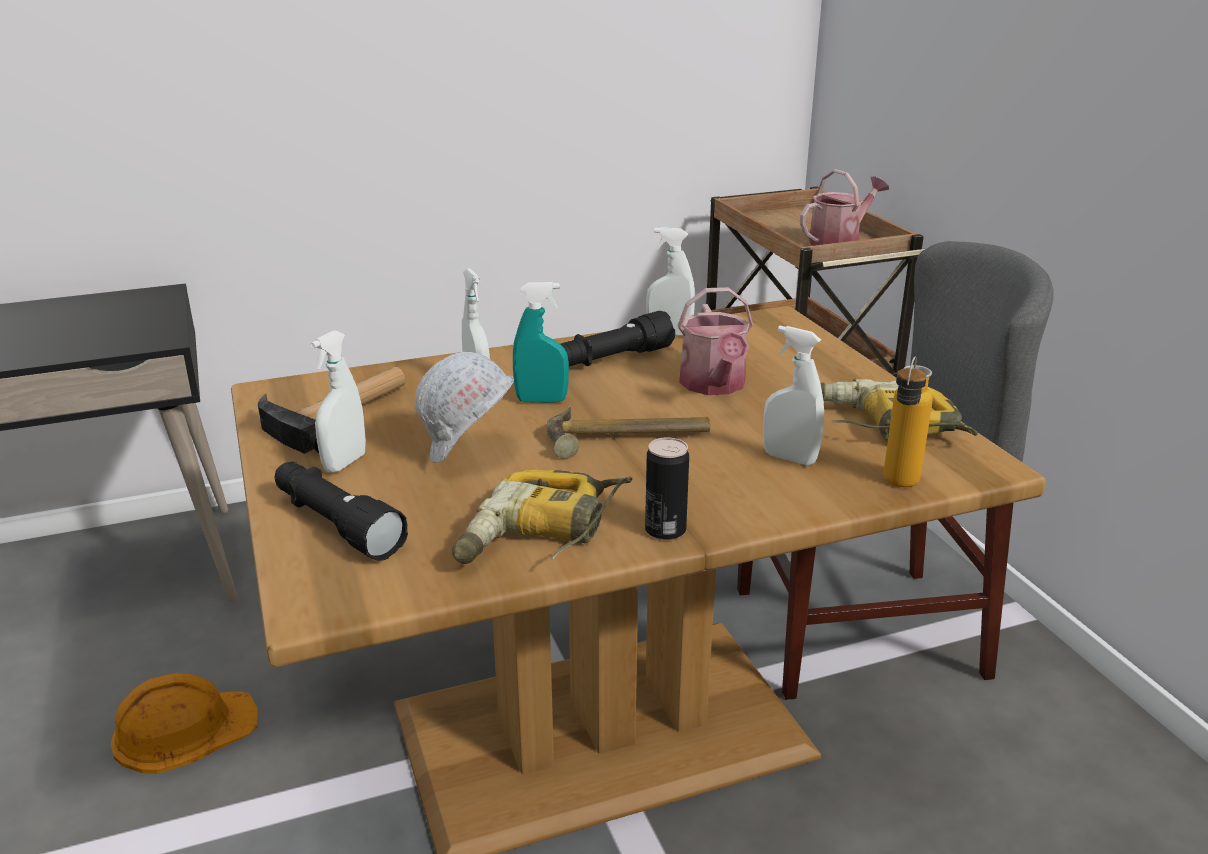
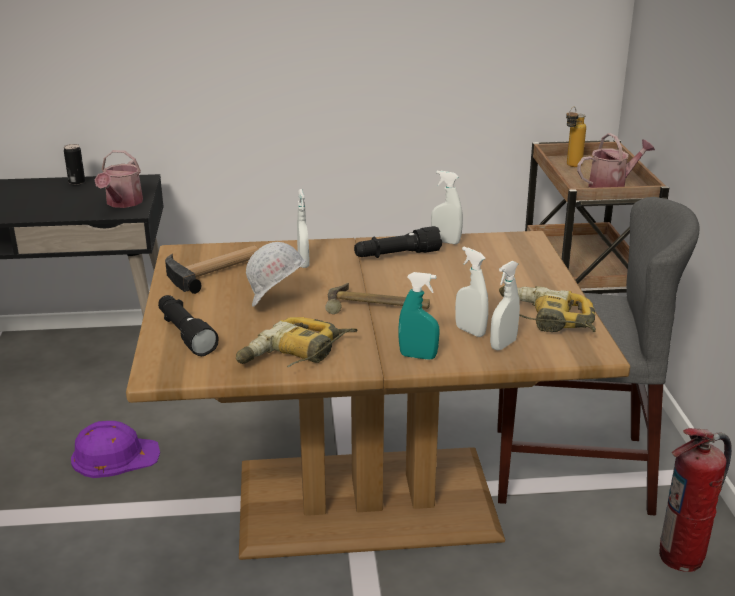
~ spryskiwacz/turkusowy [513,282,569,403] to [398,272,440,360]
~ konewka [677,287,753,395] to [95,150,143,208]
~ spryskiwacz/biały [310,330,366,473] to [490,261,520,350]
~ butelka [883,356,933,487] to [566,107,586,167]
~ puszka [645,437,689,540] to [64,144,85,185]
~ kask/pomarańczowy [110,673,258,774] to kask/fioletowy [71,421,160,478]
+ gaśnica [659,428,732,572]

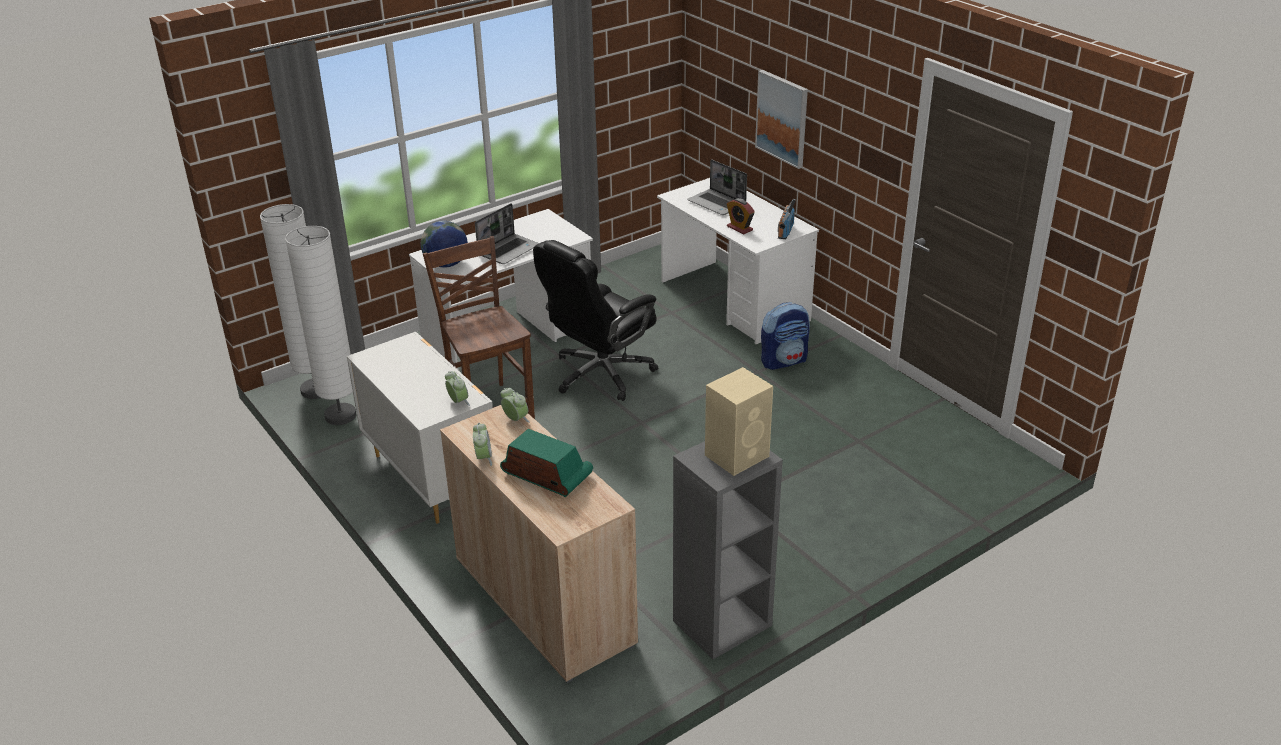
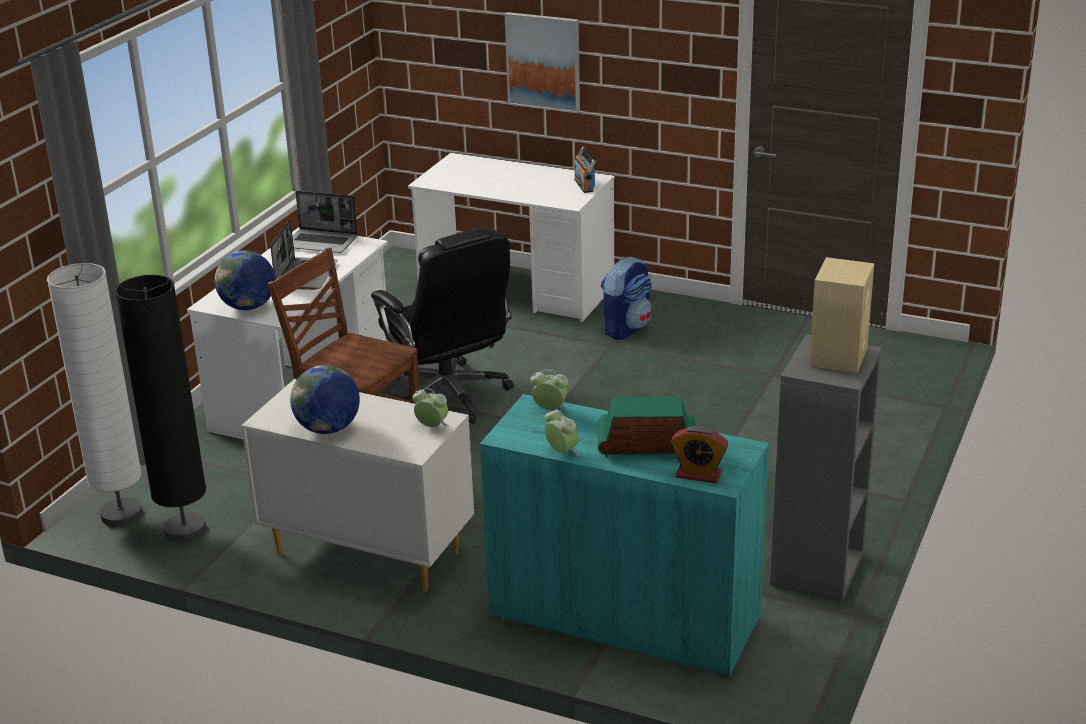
~ laptop [687,159,747,215] to [293,191,358,253]
~ budzik [727,198,755,234] to [671,426,728,483]
~ lampa stojąca/biały [285,226,356,425] to lampa stojąca/czarny [115,275,206,542]
~ krzesło biurowe/czarny [533,240,658,401] = [371,228,514,424] 45 degrees counterclockwise
~ szafka/beżowy [440,405,638,683] to szafka/turkusowy [480,394,769,678]
+ globus [290,365,360,434]

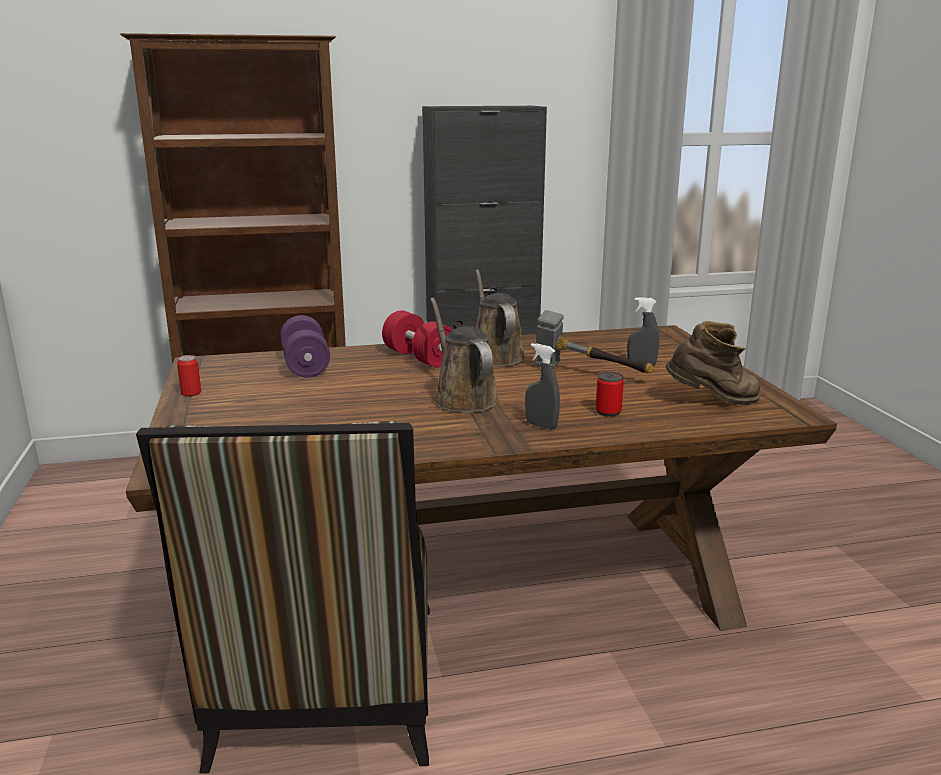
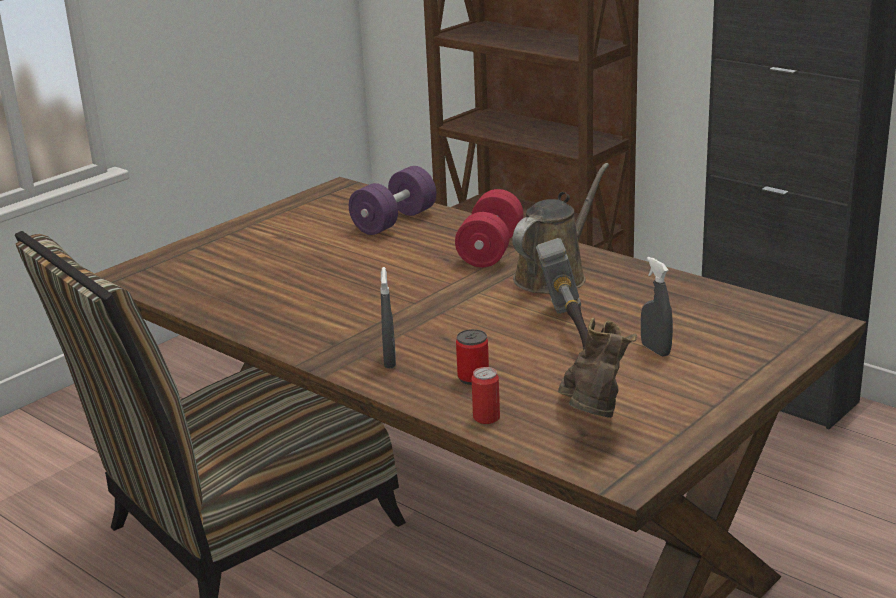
- konewka/brązowy [430,298,499,413]
~ but z cholewką/brązowy [666,321,761,405] = [558,318,637,418] 135 degrees counterclockwise
~ puszka [177,355,201,396] to [472,367,500,424]

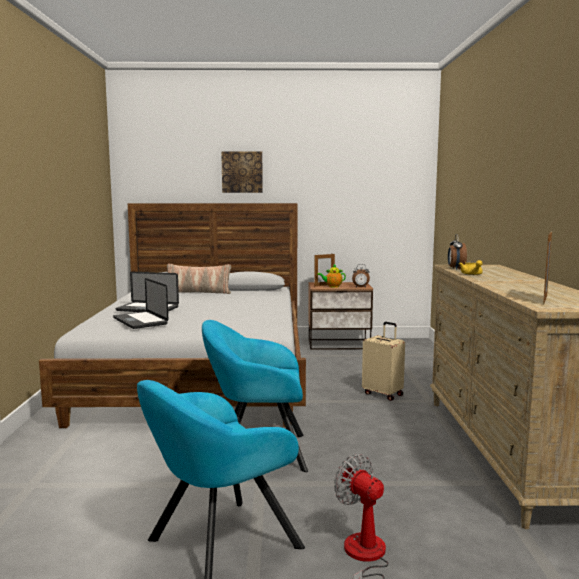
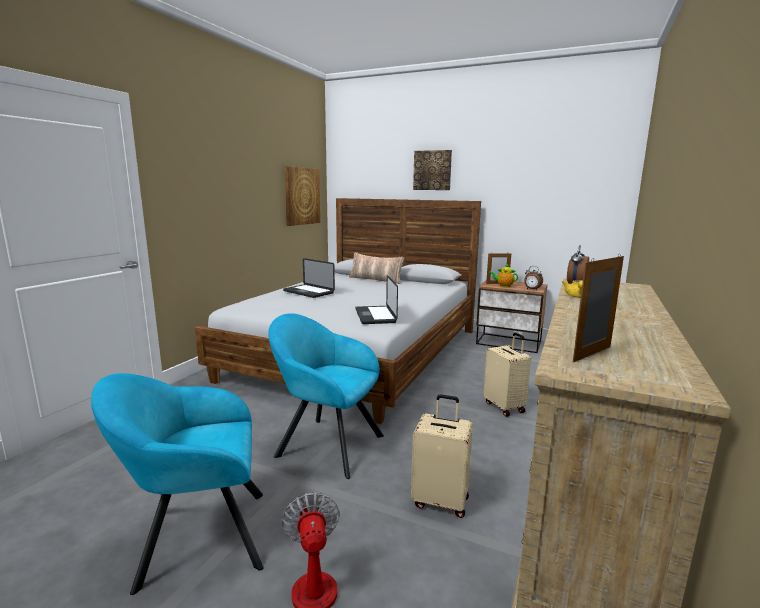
~ laptop [113,278,168,329] to [355,275,398,324]
+ obraz [285,166,320,226]
+ walizka/beżowy [411,394,473,518]

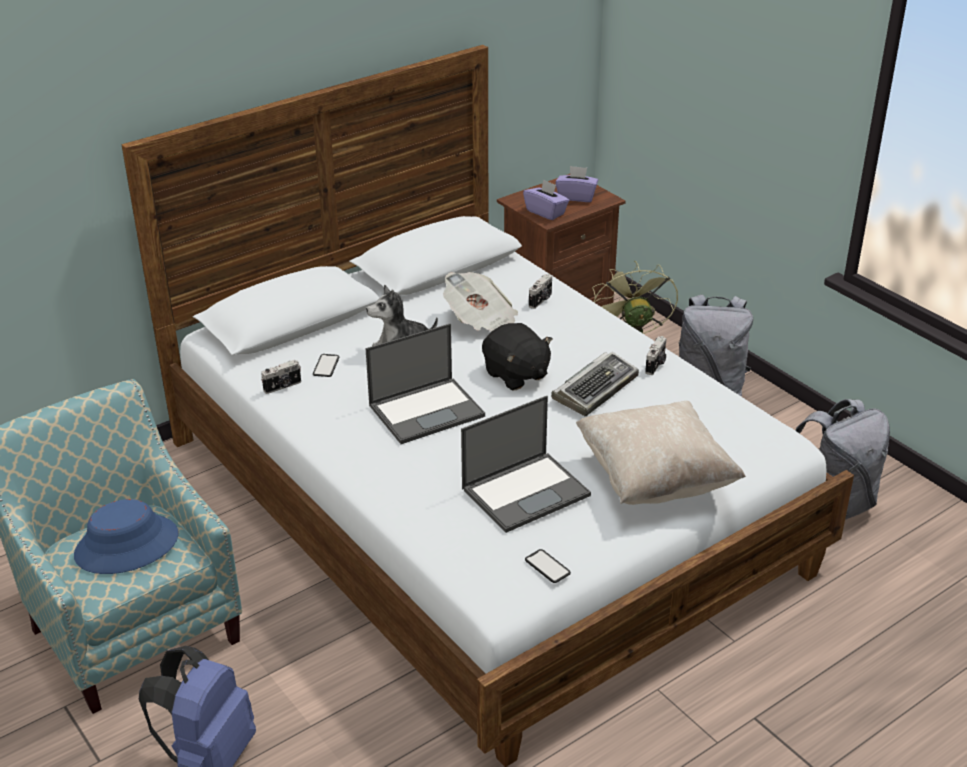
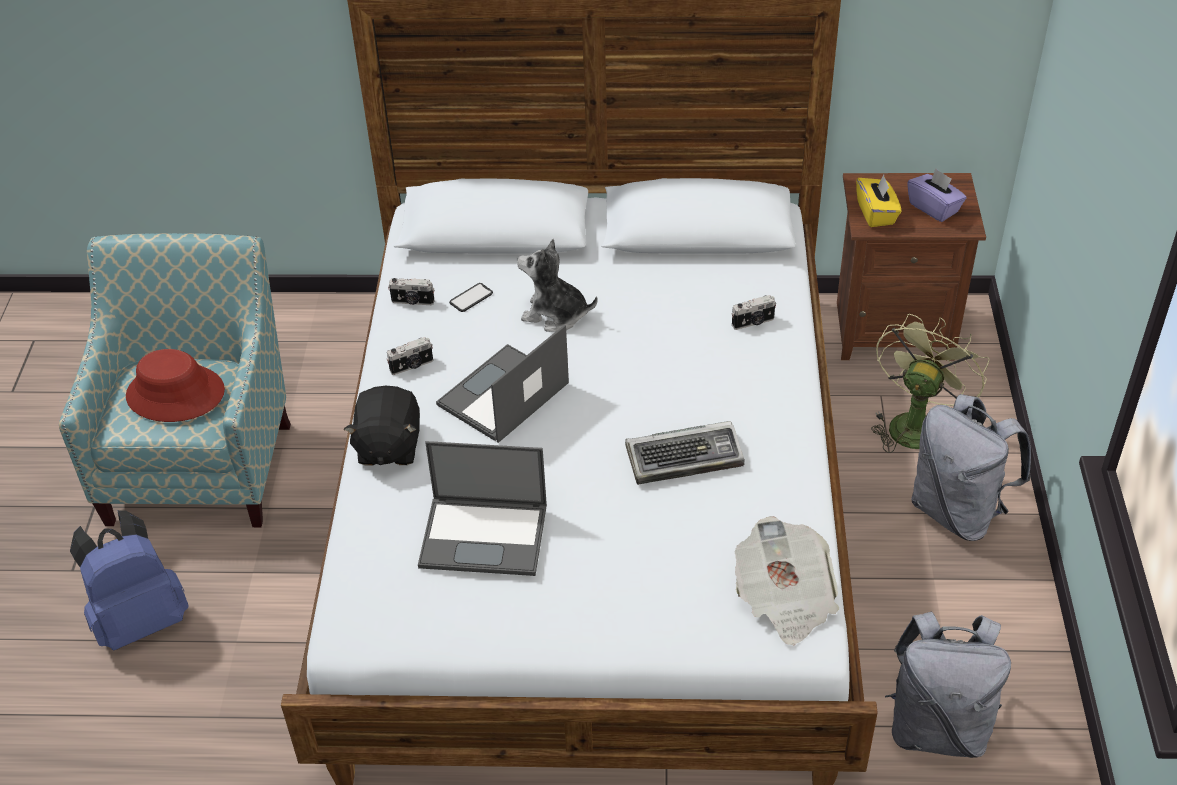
~ pudełko chusteczek/fioletowy [523,179,570,220] to pudełko chusteczek/żółty [856,175,902,227]
~ gazeta [443,272,518,332] to [735,516,839,645]
~ pluszak/czarny [482,323,552,390] to [344,385,420,466]
~ laptop [365,324,485,444] = [436,324,569,443] 120 degrees clockwise
~ aparat fotograficzny [645,336,667,375] to [386,337,433,375]
- poduszka/beżowy [576,401,746,505]
~ kapelusz/niebieski [74,499,179,574] to kapelusz/czerwony [126,349,225,422]
- telefon [525,549,571,583]

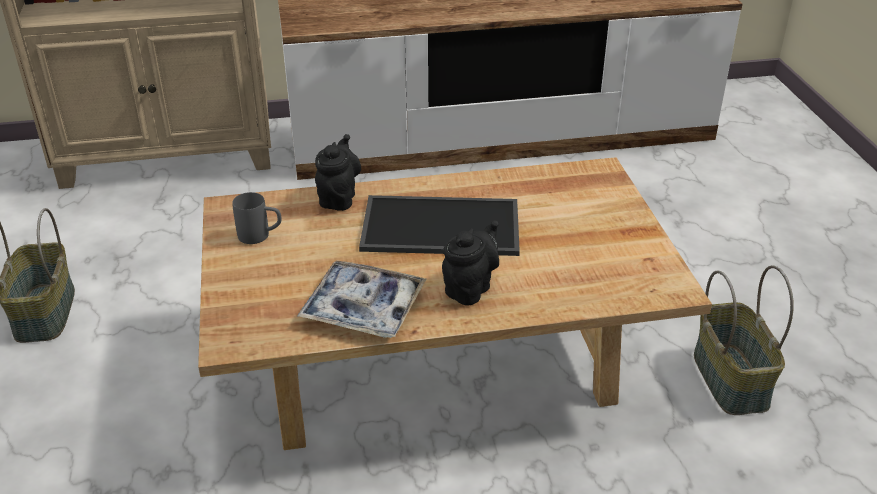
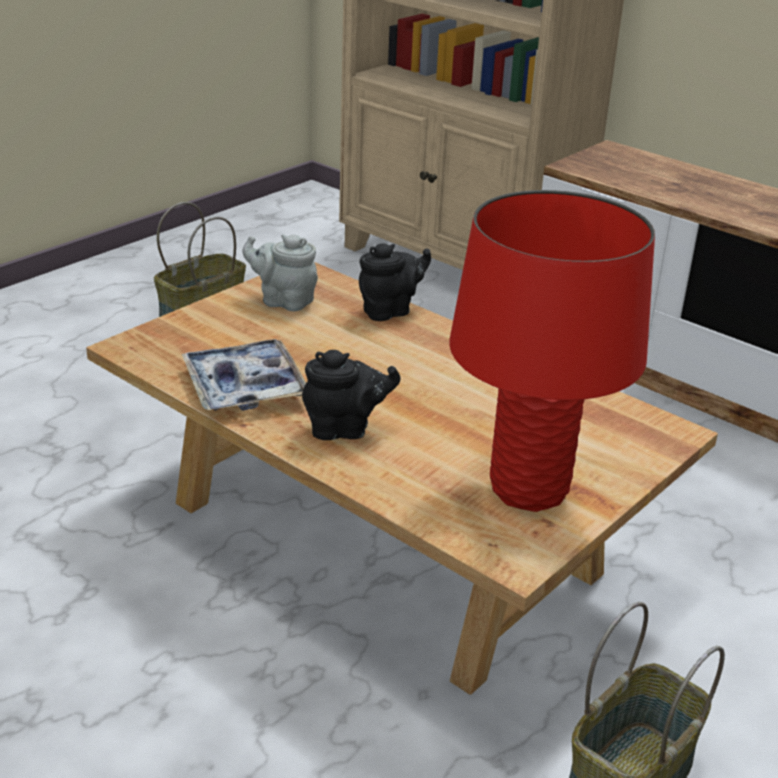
~ kubek/szary [232,192,281,244] to imbryk/szary [242,234,318,311]
- taca [359,195,520,256]
+ lampa stołowa/czerwony [449,190,655,512]

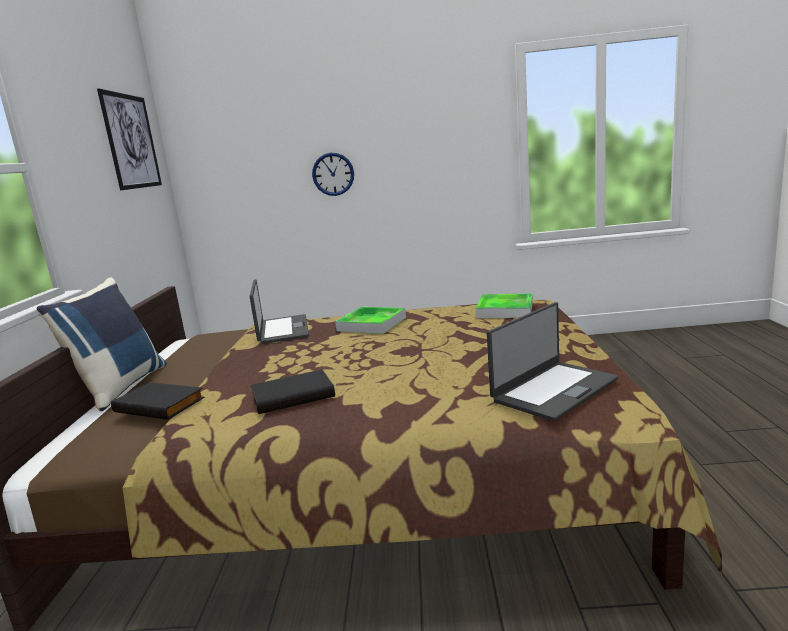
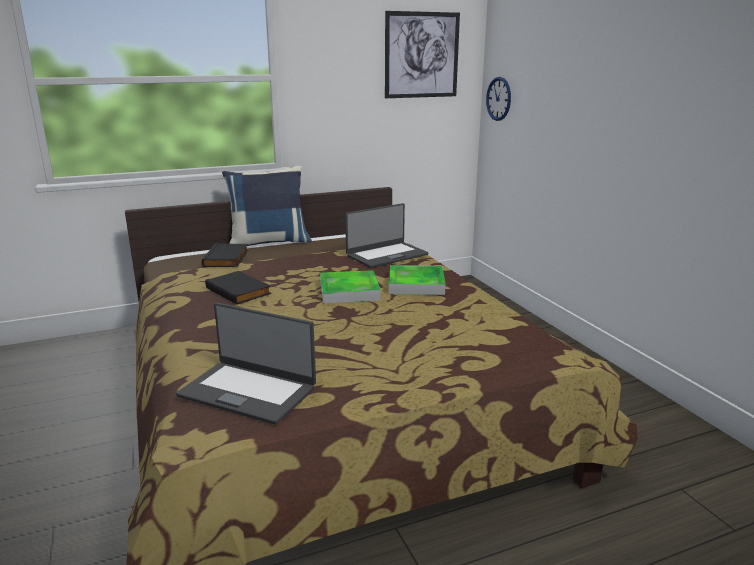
~ zegar ścienny [312,153,354,196] to [486,77,511,121]
~ taca [476,293,533,318] to [320,270,381,303]

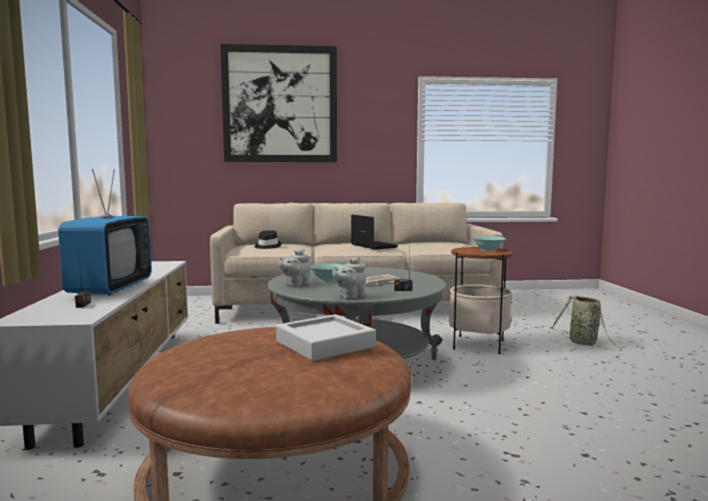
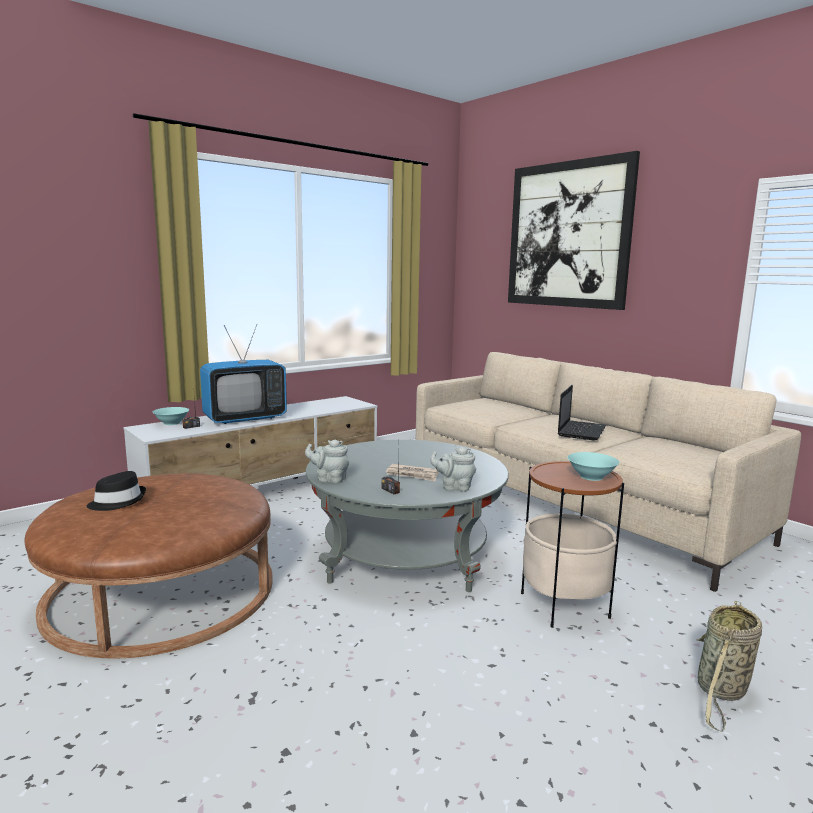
~ kapelusz/czarny [254,230,281,249] to [87,471,146,511]
~ imbryk/szary [279,249,310,287] to [430,447,476,492]
~ miska/turkusowy [310,263,343,281] to [153,407,189,425]
- taca/szary [276,314,376,361]

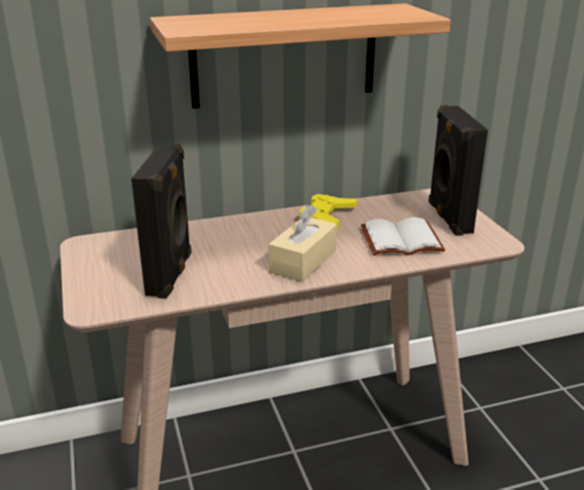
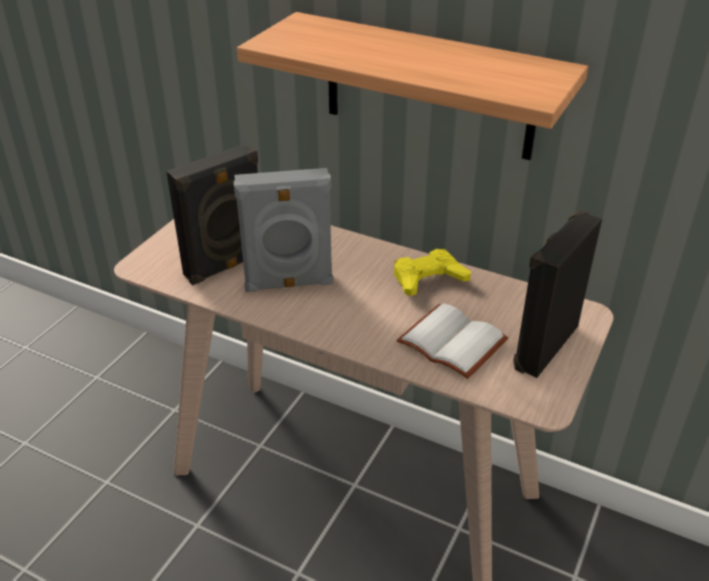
- pudełko chusteczek/beżowy [268,205,337,282]
+ głośnik/szary [234,168,333,292]

